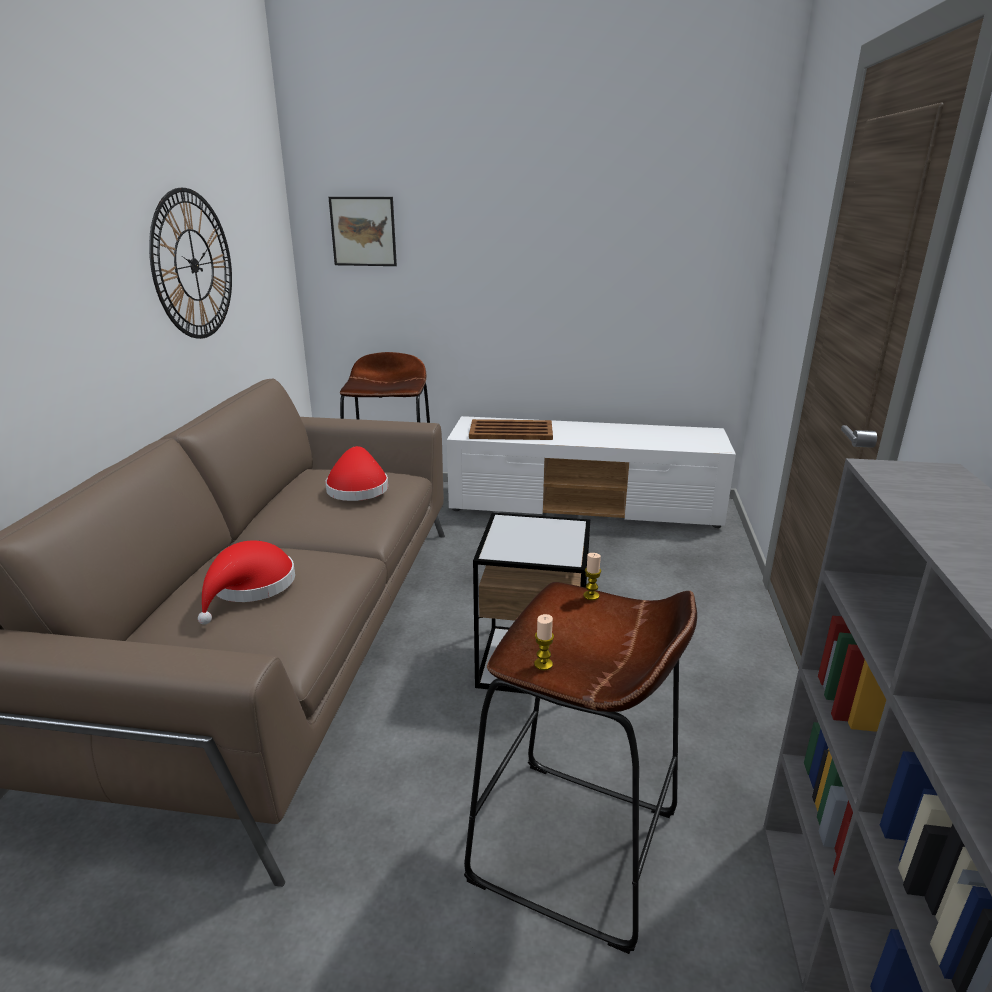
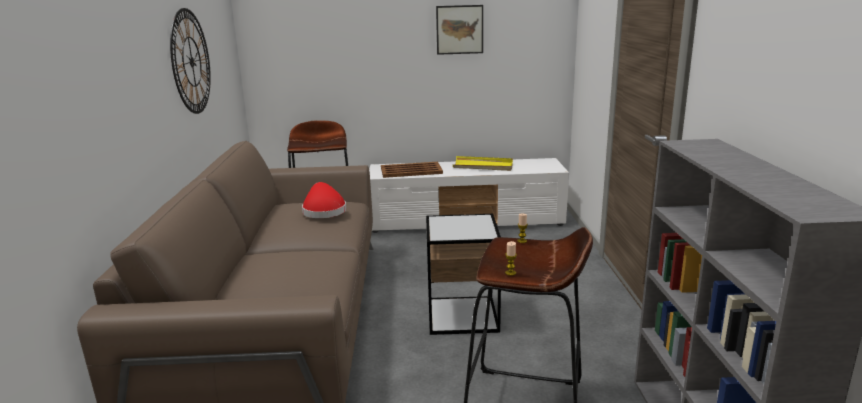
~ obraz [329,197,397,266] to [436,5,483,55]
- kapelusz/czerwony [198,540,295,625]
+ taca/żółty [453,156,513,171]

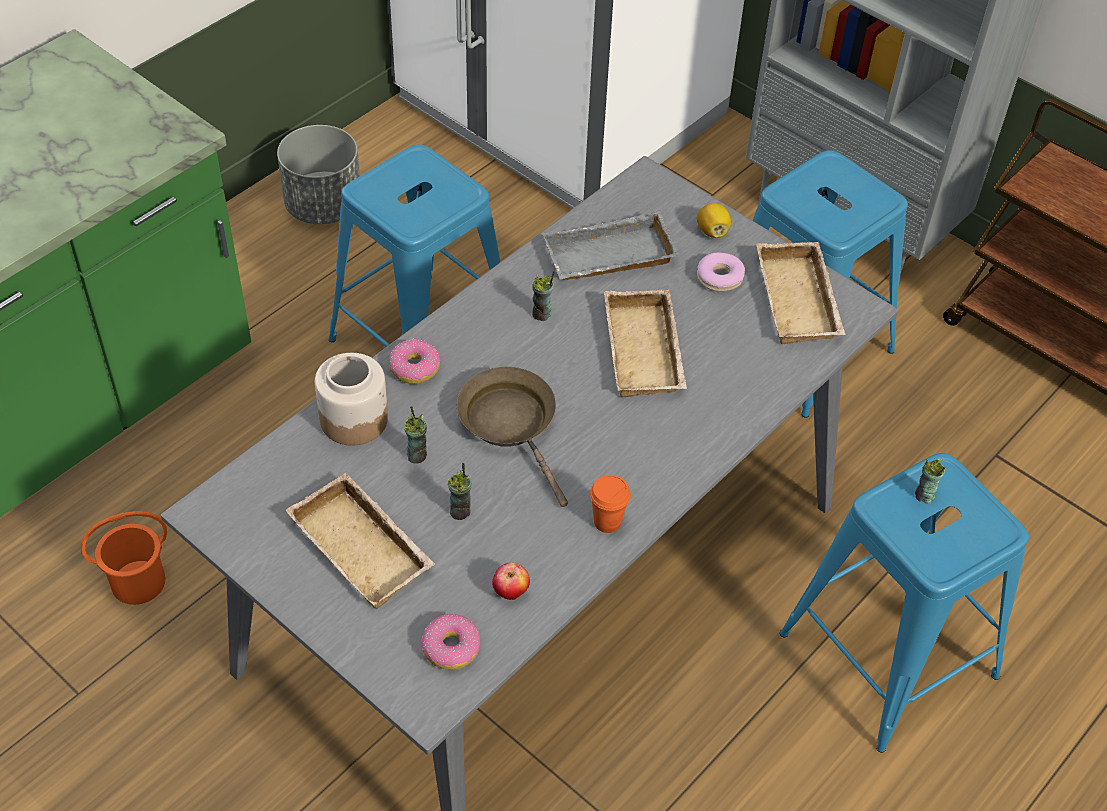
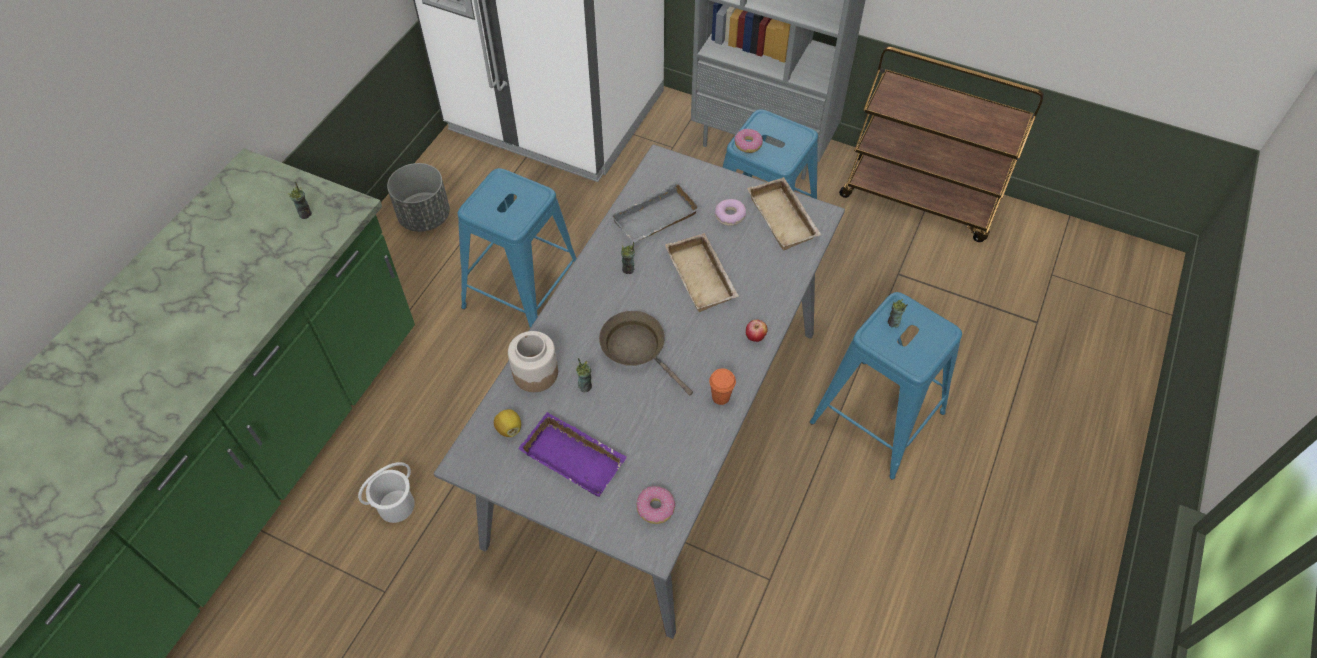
~ cytryna [697,203,731,238] to [494,409,521,437]
~ donut [389,339,440,384] to [734,129,763,153]
~ filiżanka [446,463,472,520] to [288,182,312,219]
~ taca/beżowy [286,473,435,609] to taca/fioletowy [518,412,627,497]
~ wiadro/pomarańczowy [81,511,167,605] to wiadro/biały [358,462,415,523]
~ jabłko [492,563,530,600] to [746,320,768,342]

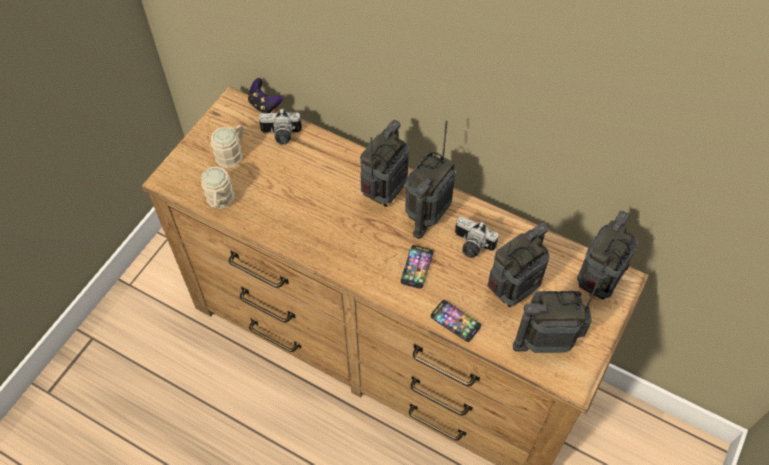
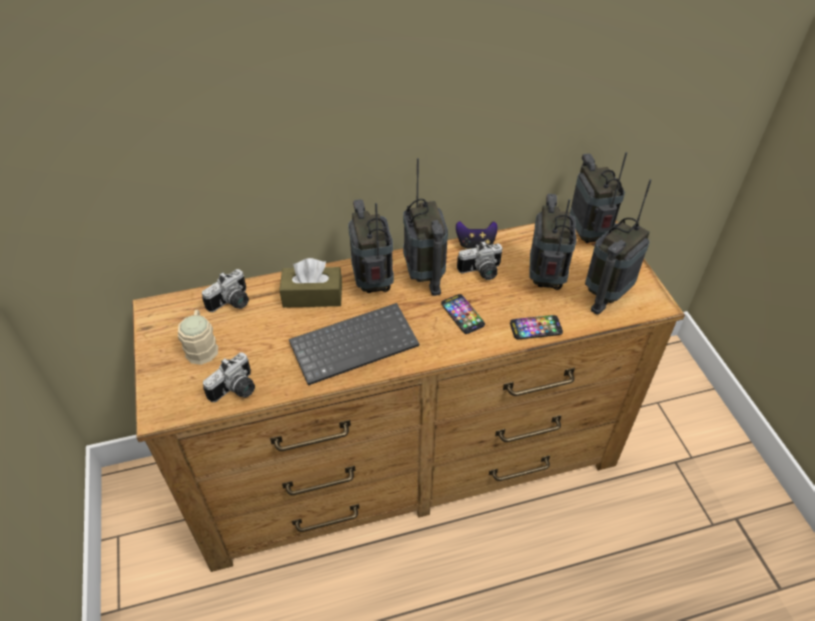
~ pad do gier [248,78,283,113] to [456,221,498,249]
~ kubek/beżowy [201,166,234,209] to aparat fotograficzny [203,353,255,402]
+ pudełko chusteczek/brązowy [280,258,342,308]
+ klawiatura [289,303,419,385]

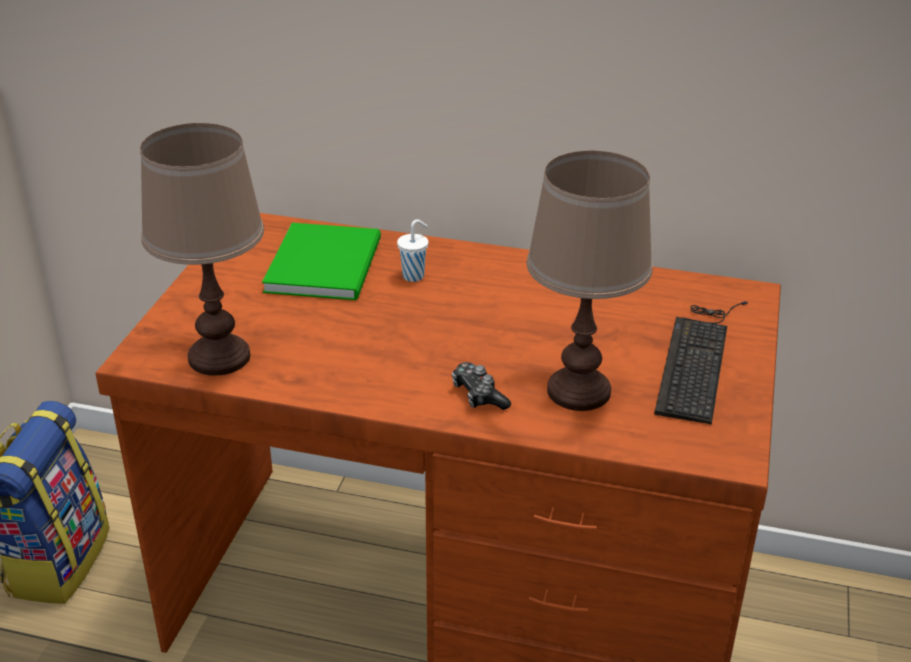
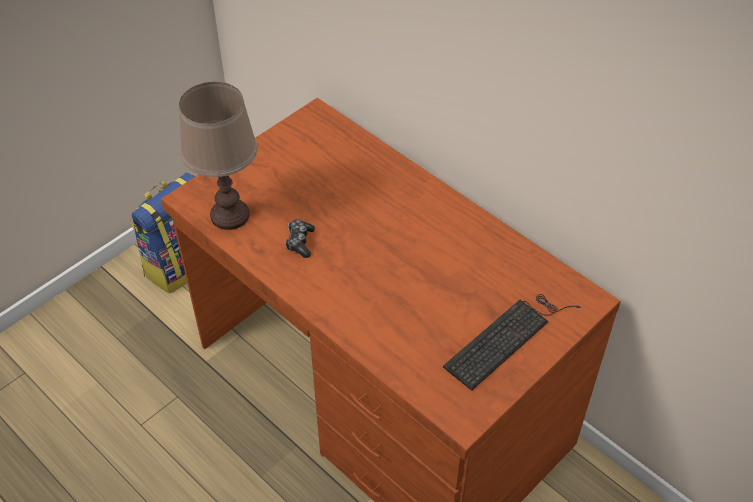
- lampa stołowa/brązowy [527,150,653,411]
- filiżanka/biały [397,219,428,282]
- książka/zielony [262,223,381,300]
~ pad do gier [452,362,511,410] to [285,219,315,258]

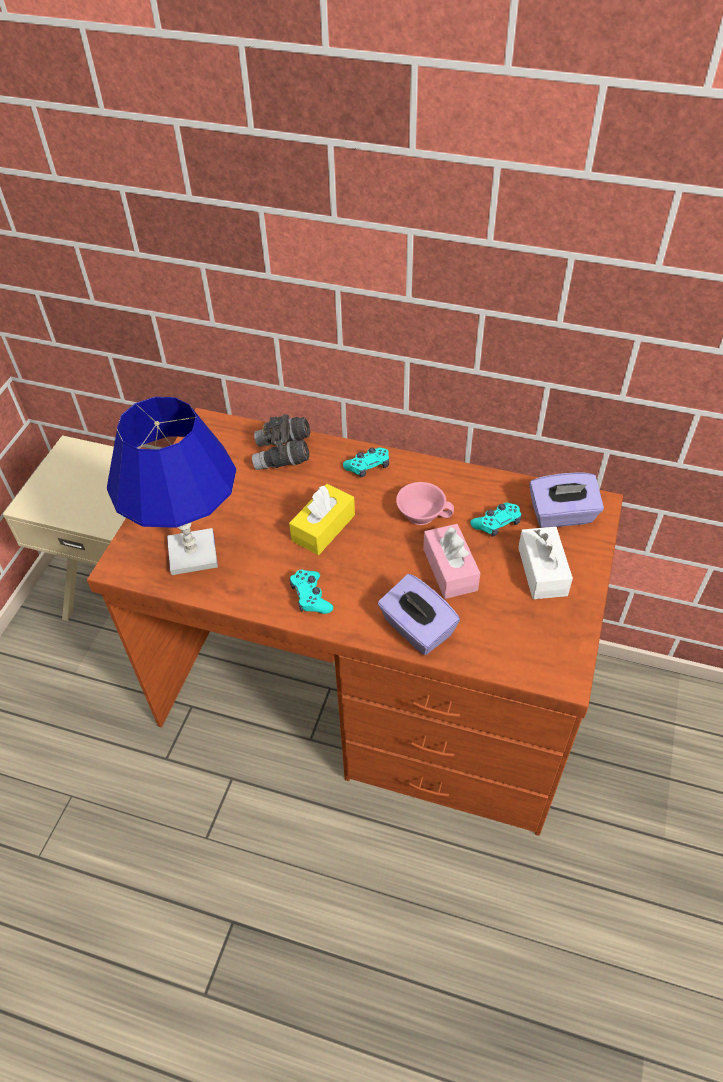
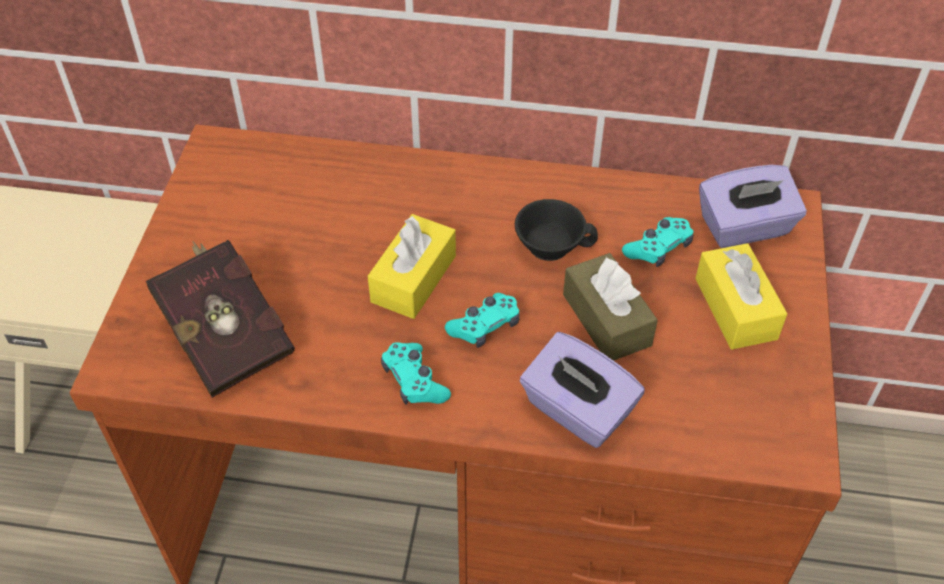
~ lampa stołowa/niebieski [107,397,237,575] to książka/czerwony [146,240,295,398]
- lornetka/szary [252,414,310,470]
~ pad do gier/turkusowy [343,448,389,478] to [445,293,520,348]
~ filiżanka/różowy [396,482,454,525] to filiżanka/czarny [515,199,598,261]
~ pudełko chusteczek/różowy [423,524,480,599] to pudełko chusteczek/brązowy [563,253,658,361]
~ pudełko chusteczek/biały [518,526,573,599] to pudełko chusteczek/żółty [695,243,787,349]

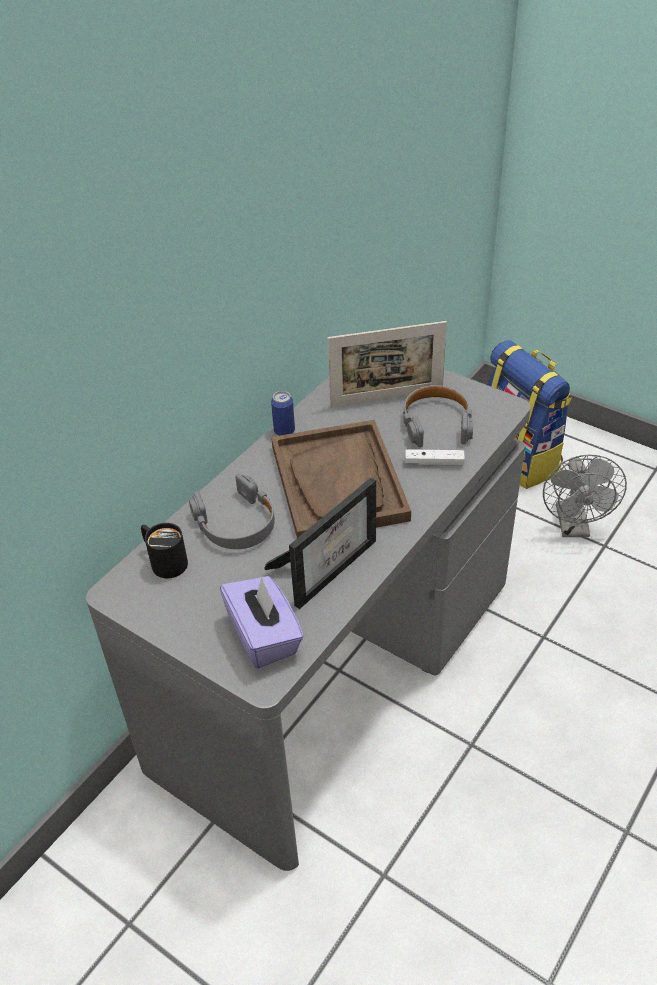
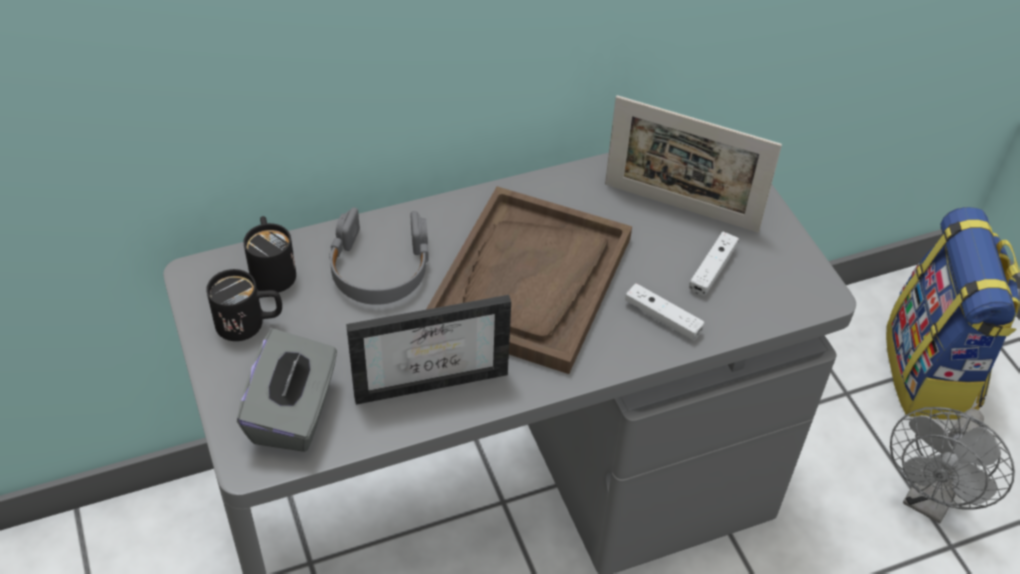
~ słuchawki/szary [403,385,473,447] to pad do gier/biały [689,232,739,296]
- puszka [271,391,295,436]
~ pudełko chusteczek/fioletowy [220,576,304,669] to pudełko chusteczek/szary [237,329,337,452]
+ kubek/czarny [206,269,282,341]

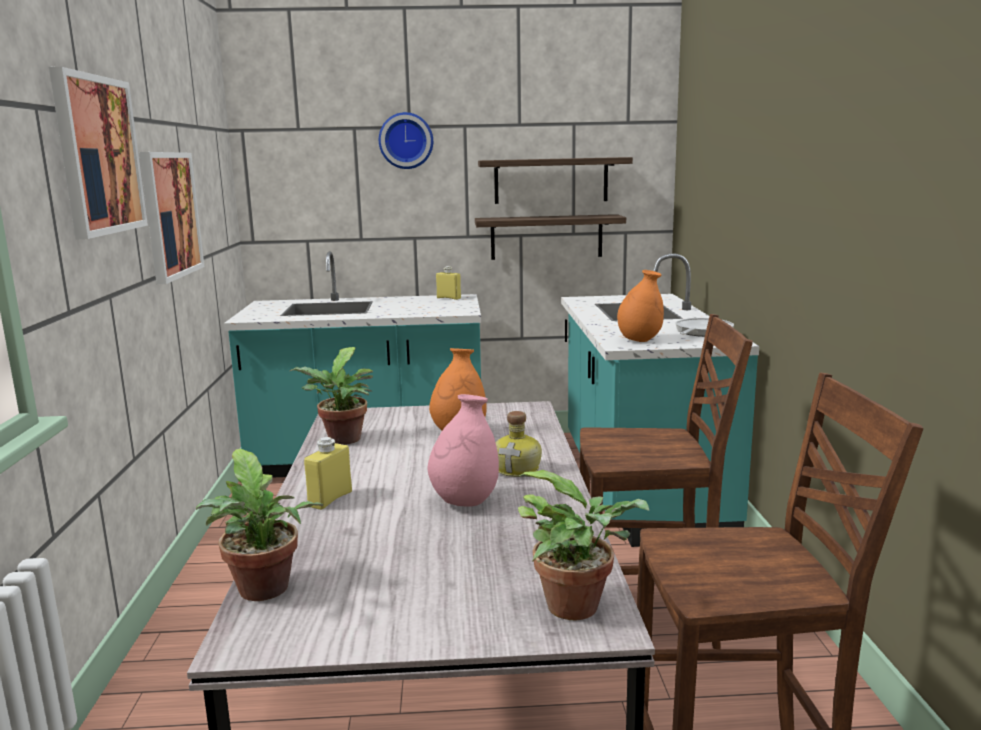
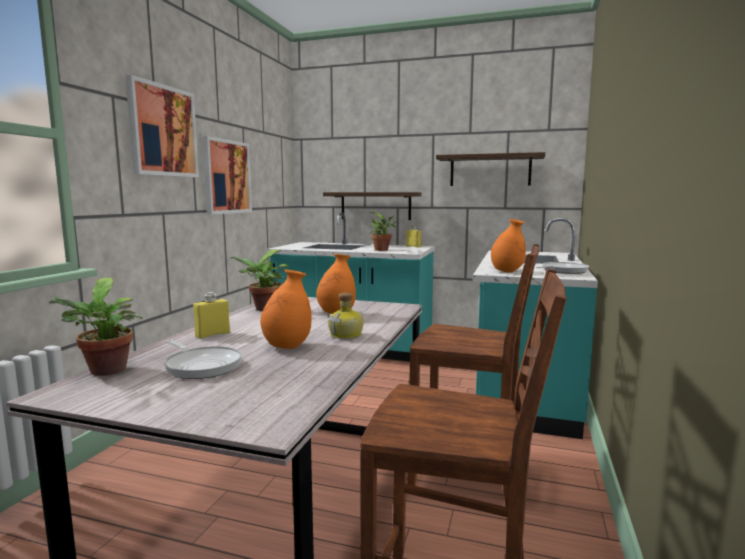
- zegar ścienny [379,112,433,169]
~ półka [475,214,626,260] to [323,192,421,220]
~ wazon/różowy [428,394,499,507] to wazon/pomarańczowy [260,270,311,349]
~ roślina doniczkowa [518,470,649,621] to [370,212,397,251]
+ patelnia [164,340,242,379]

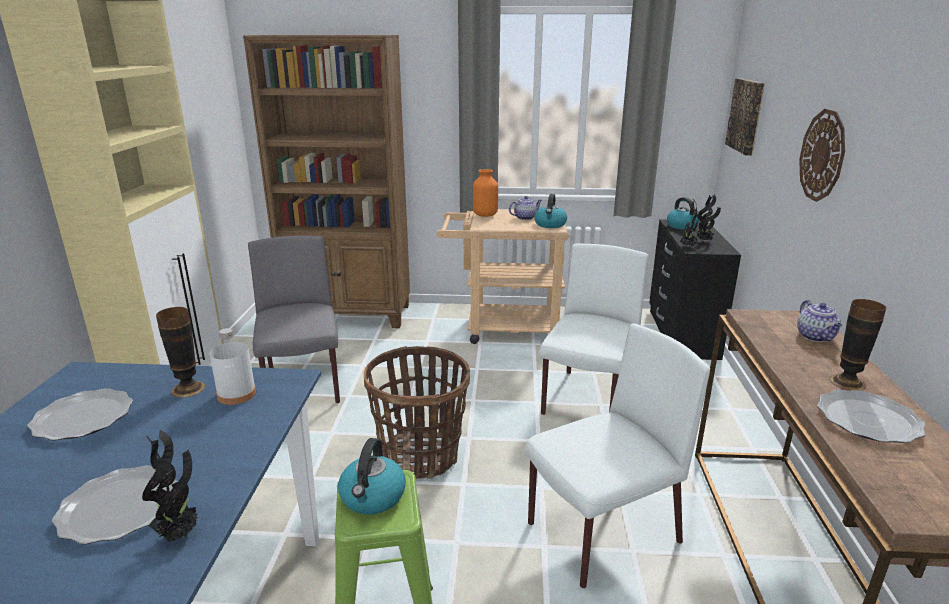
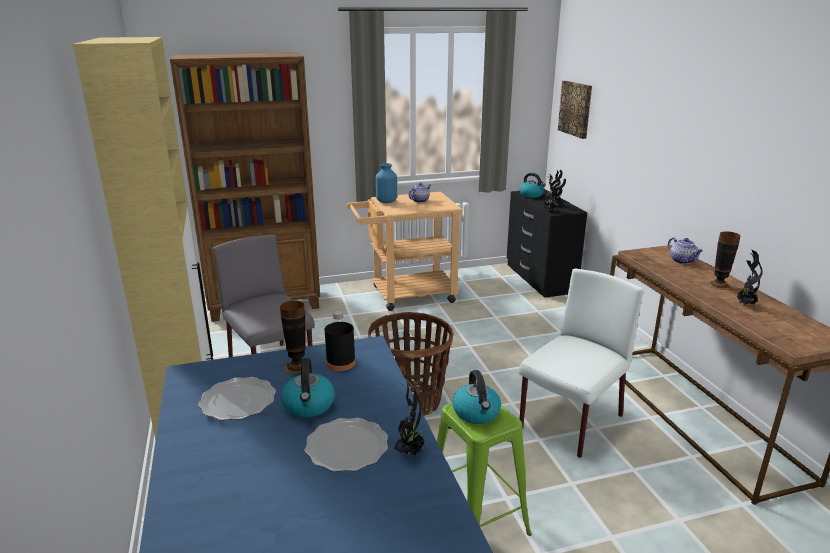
- zegar ścienny [799,109,845,202]
~ wazon/pomarańczowy [473,169,498,217] to wazon/niebieski [375,163,397,203]
~ czajnik [534,194,567,228] to [281,358,335,417]
- krzesło/biały [539,244,648,415]
~ butelka/biały [209,328,256,405] to butelka/czarny [325,311,356,371]
~ talerz [817,390,926,443] to roślina doniczkowa [737,250,762,305]

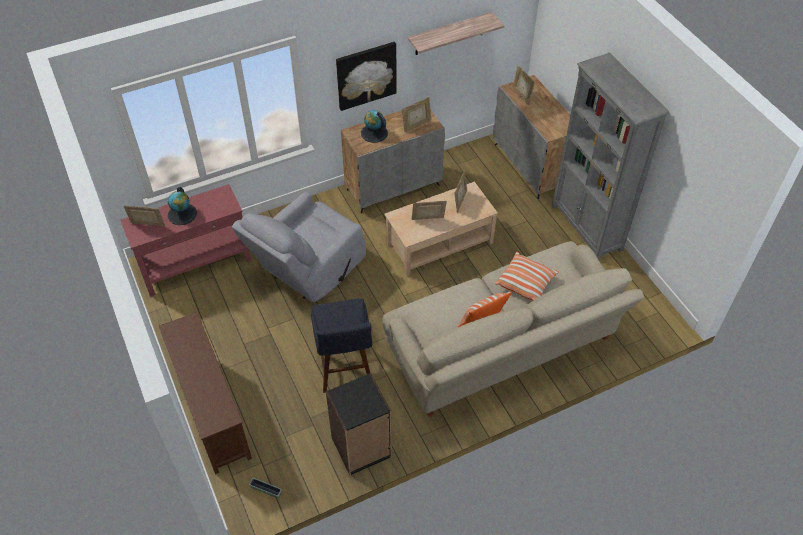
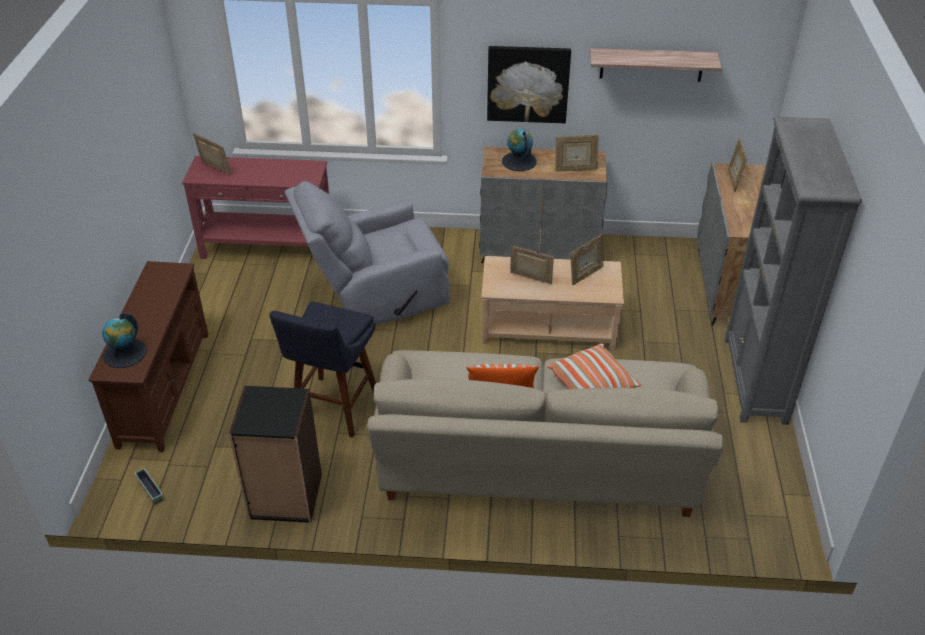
~ globus [168,187,197,225] to [102,313,147,368]

